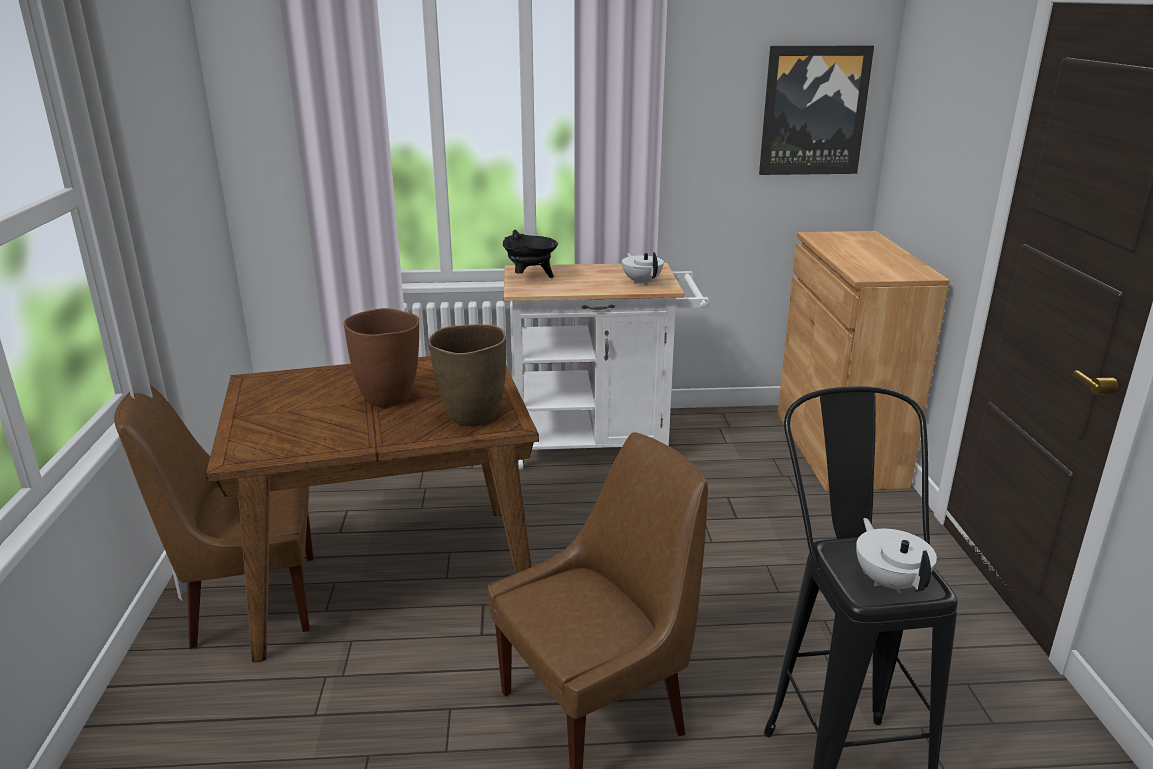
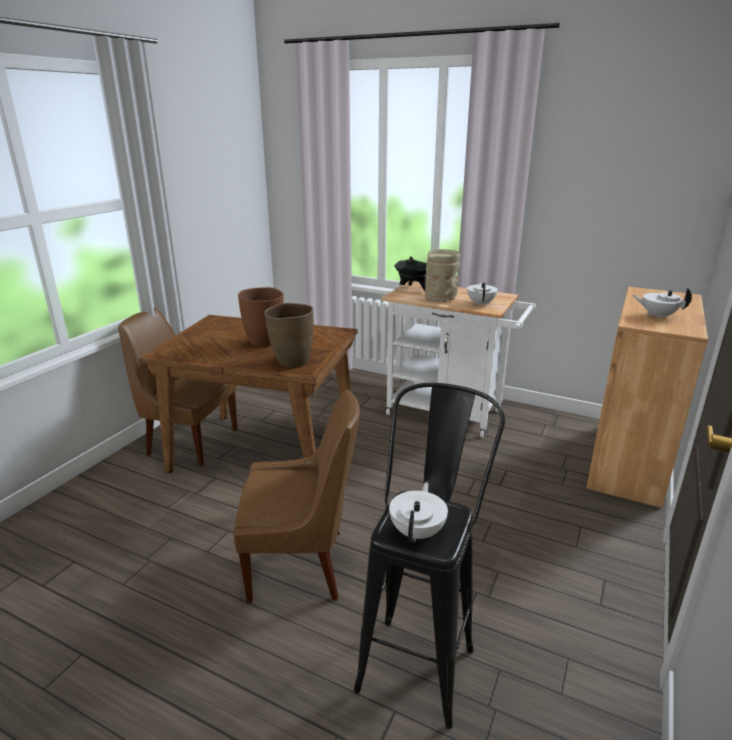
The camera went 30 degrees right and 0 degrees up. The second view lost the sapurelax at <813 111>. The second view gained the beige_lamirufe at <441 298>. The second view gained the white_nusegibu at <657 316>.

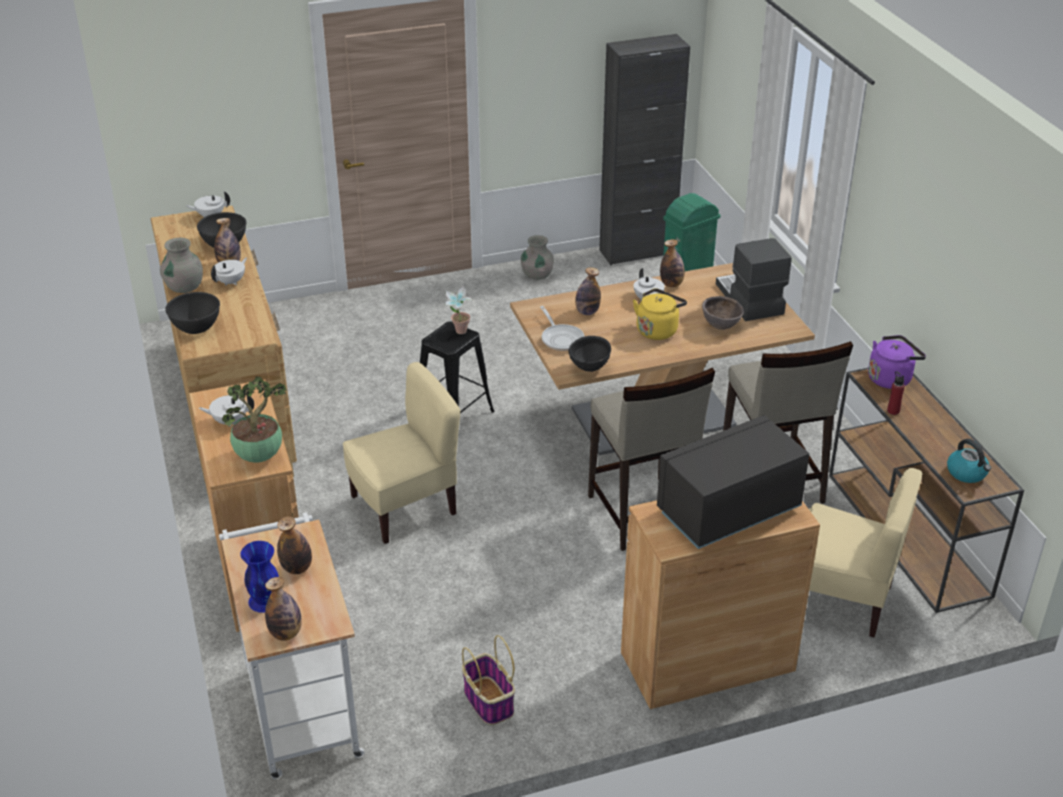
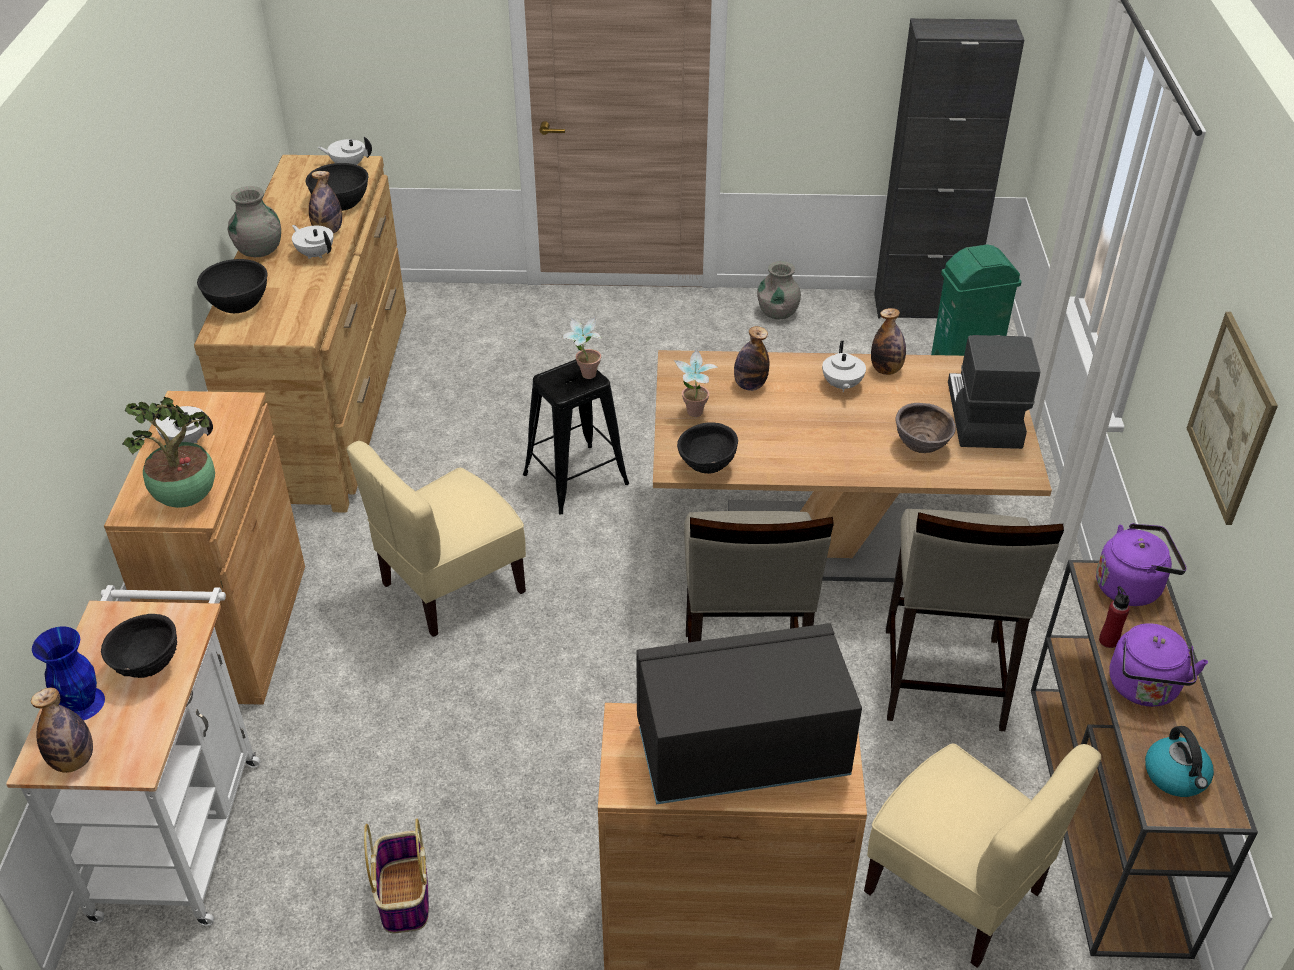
The camera went 20 degrees right and 5 degrees up. The second view lost the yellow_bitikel at <658 330>. The second view gained the purple_bitikel at <1144 689>. The second view gained the sapurelax at <1231 417>. Where the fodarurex stood at <297 568>, the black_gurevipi came to stand at <148 667>. Where the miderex stood at <561 339>, the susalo came to stand at <694 416>. The white_nusegibu at <231 282> ended up facing another way, 105 degrees counterclockwise from before. The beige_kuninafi at <404 507> ended up facing another way, 150 degrees clockwise from before.

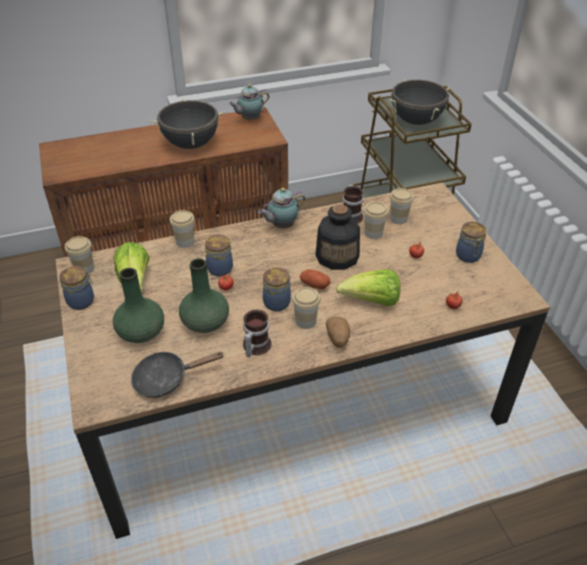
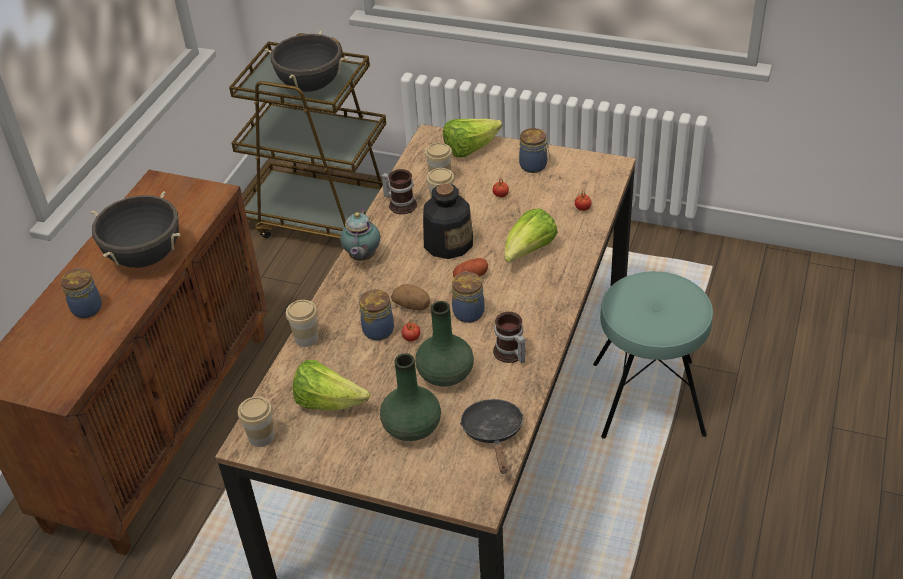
The camera went 50 degrees left and 0 degrees up. The second view lost the nusegibu at <249 119>. The second view lost the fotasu at <305 321>. The second view gained the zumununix at <470 149>. The second view gained the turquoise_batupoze at <647 399>. The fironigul ended up elsewhere, having gone from <82 300> to <87 307>. The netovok ended up elsewhere, having gone from <338 339> to <412 305>. The black_miderex at <166 379> ended up facing another way, 150 degrees clockwise from before.

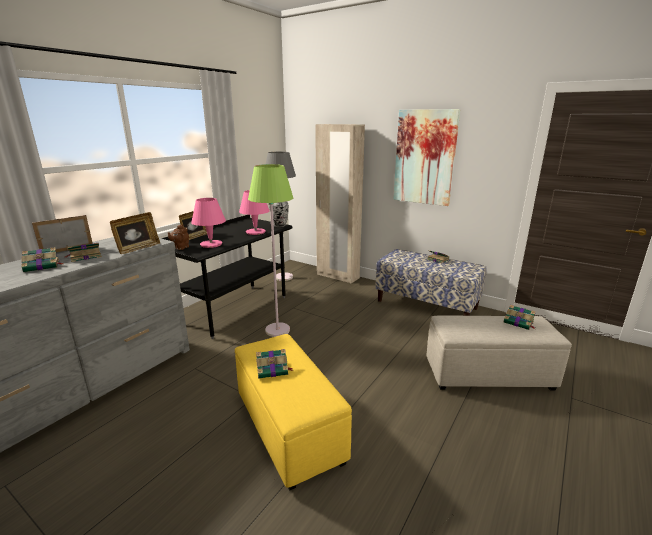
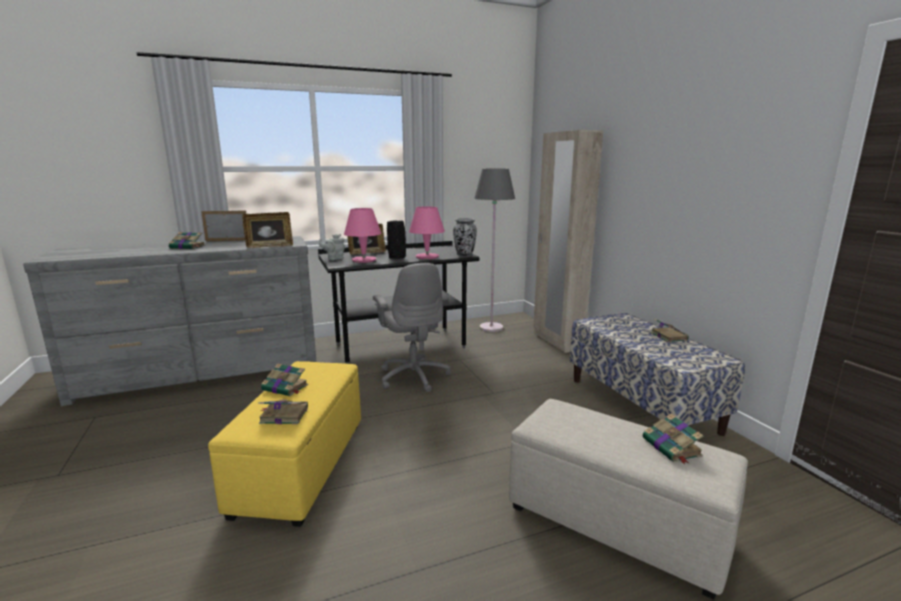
The camera went 35 degrees right and 5 degrees down. The second view lost the sapurelax at <424 157>. The second view gained the black_lamirufe at <397 257>. The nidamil ended up elsewhere, having gone from <85 256> to <283 415>. Where the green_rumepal stood at <277 330>, the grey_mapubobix came to stand at <413 376>. What was the brown_nusegibu at <180 248> turned into the grey_nusegibu at <334 258>.

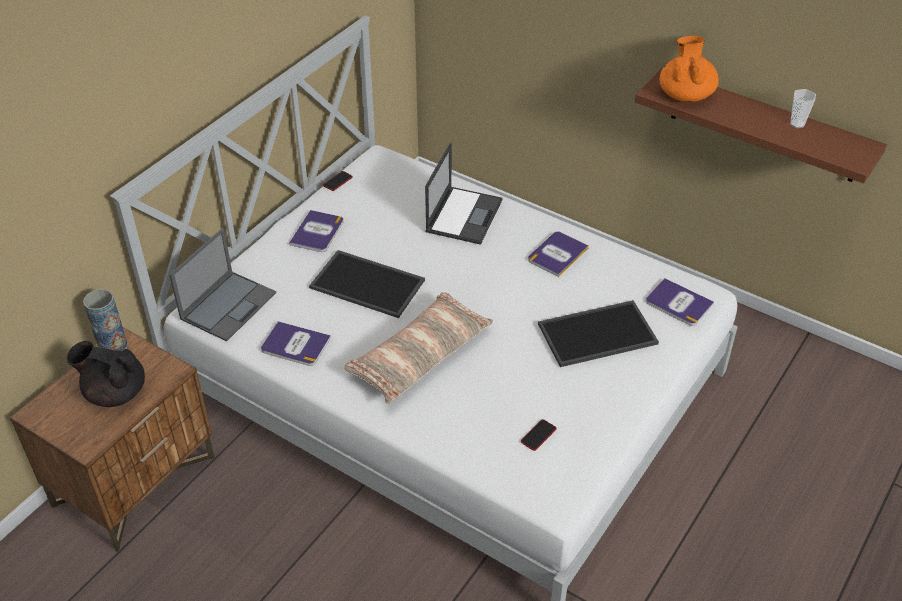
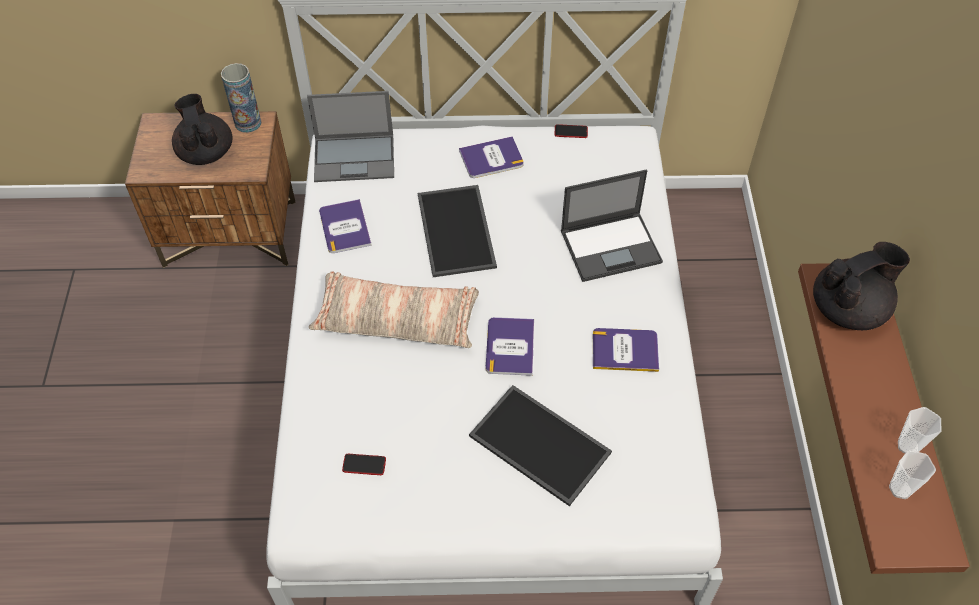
The camera went 55 degrees right and 10 degrees up. The second view gained the fotasu at <900 489>. The nidamil ended up elsewhere, having gone from <678 303> to <510 347>. What was the orange_nusegibu at <685 95> turned into the black_nusegibu at <848 309>.

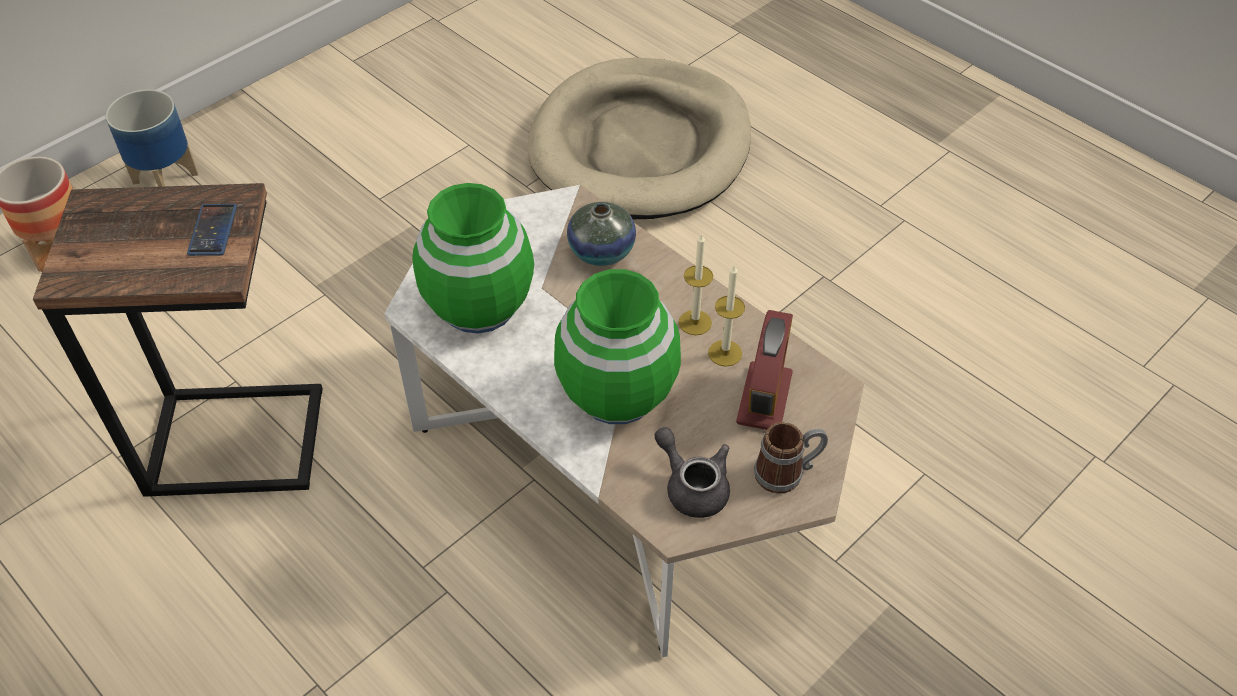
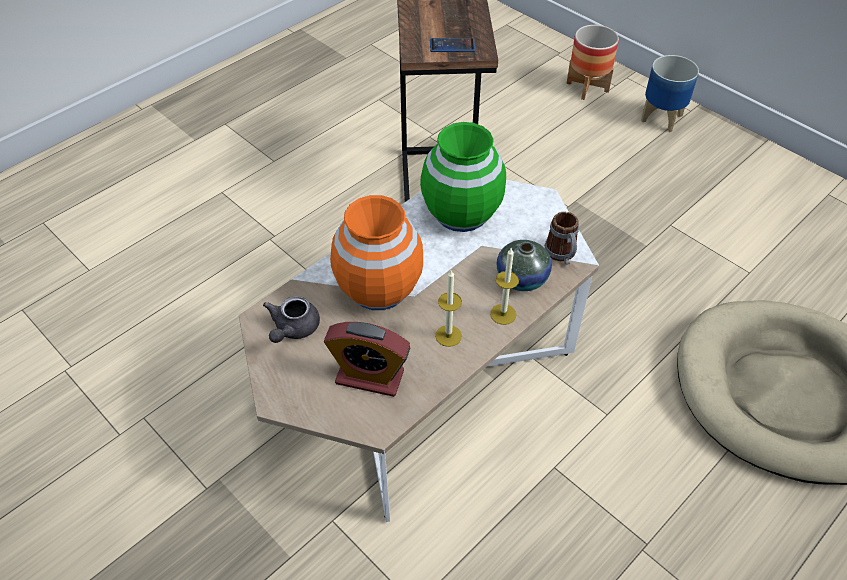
The camera went 90 degrees right and 0 degrees up. The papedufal ended up elsewhere, having gone from <725 353> to <503 314>. The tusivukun ended up elsewhere, having gone from <787 473> to <562 255>. What was the green_lamirufe at <617 392> turned into the orange_lamirufe at <379 288>. The grey_nusegibu at <692 486> ended up facing another way, 150 degrees clockwise from before.

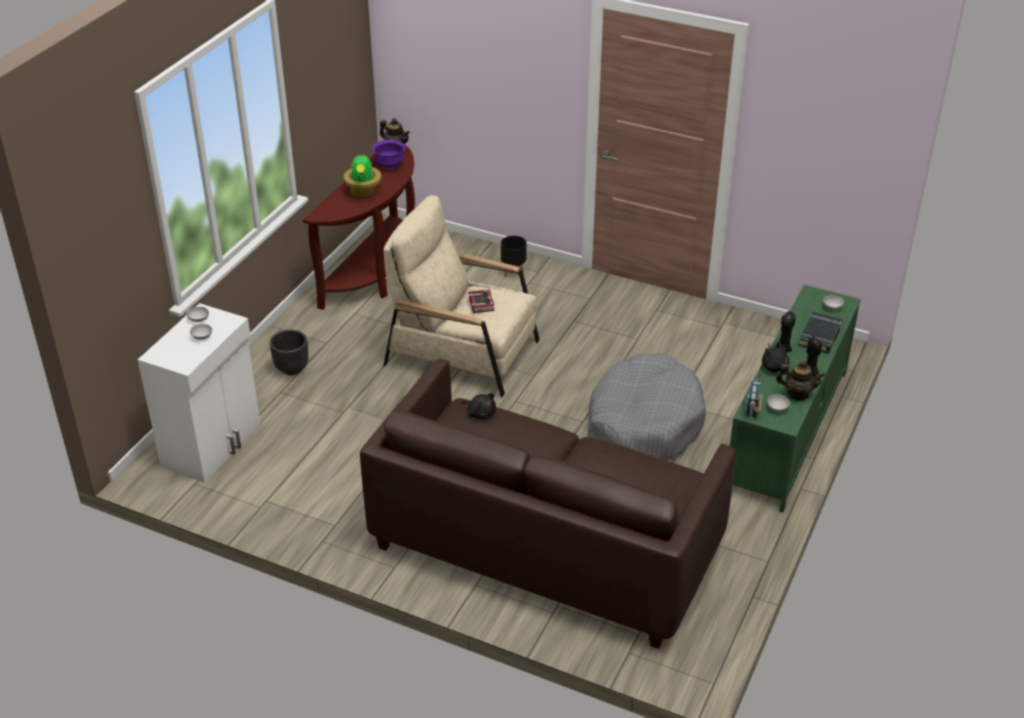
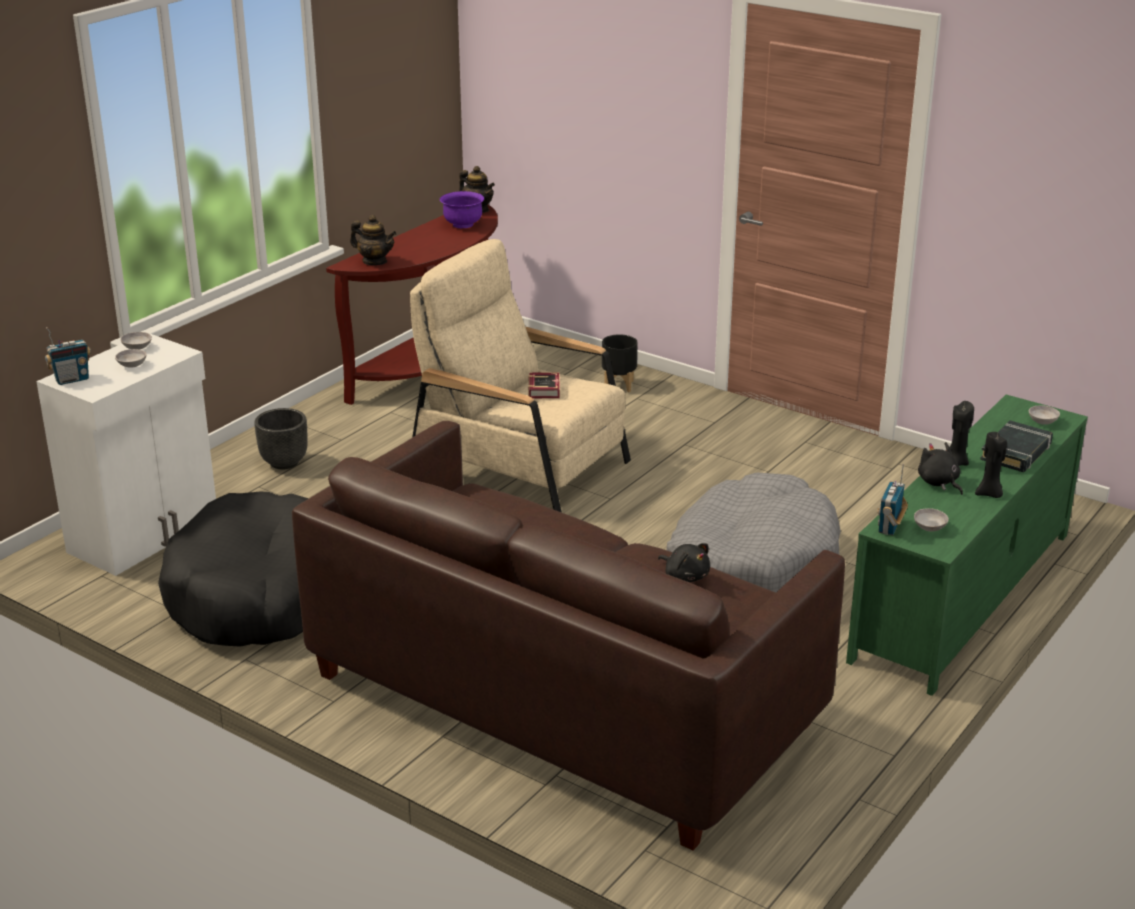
The camera went 10 degrees right and 10 degrees down. The second view lost the susalo at <363 192>. The second view gained the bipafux at <72 379>. The second view gained the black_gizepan at <256 594>. The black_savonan ended up elsewhere, having gone from <480 413> to <685 576>. The nusegibu ended up elsewhere, having gone from <797 394> to <374 261>.

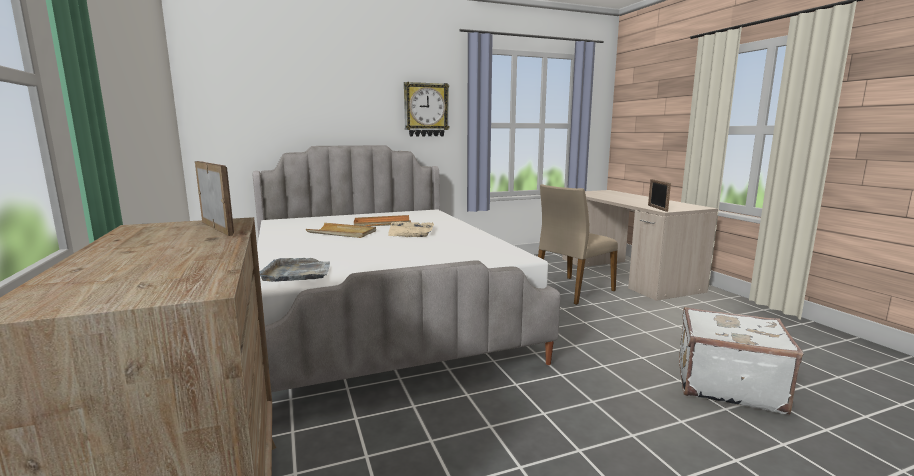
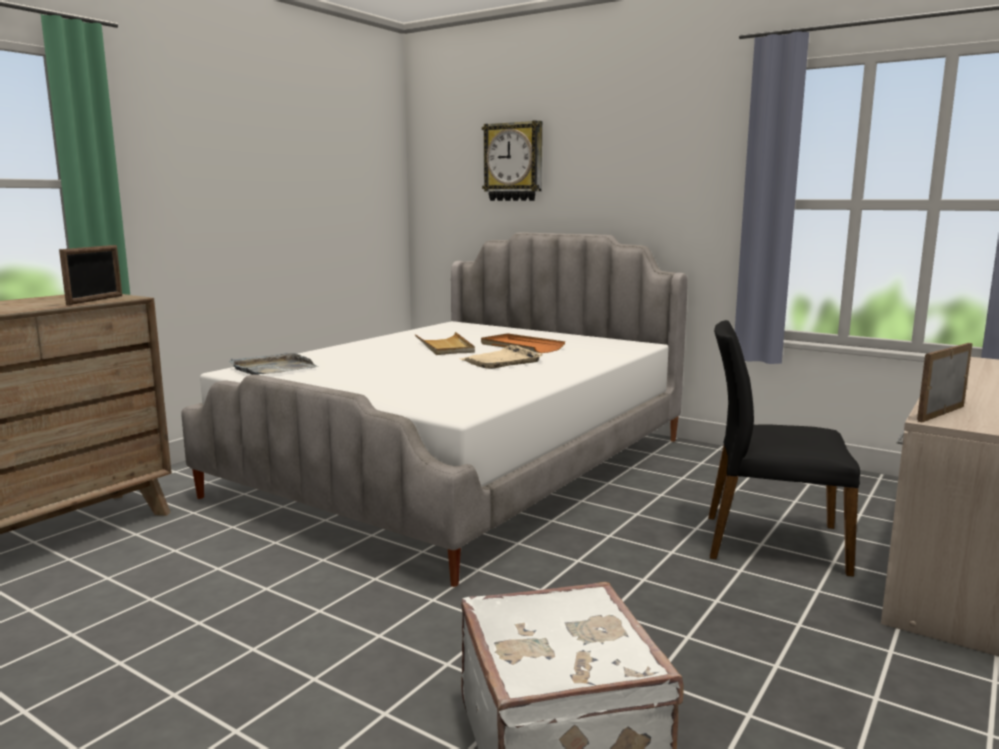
The camera went 55 degrees right and 0 degrees up. The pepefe ended up elsewhere, having gone from <426 110> to <514 162>. What was the beige_kuninafi at <572 290> turned into the black_kuninafi at <772 542>.

